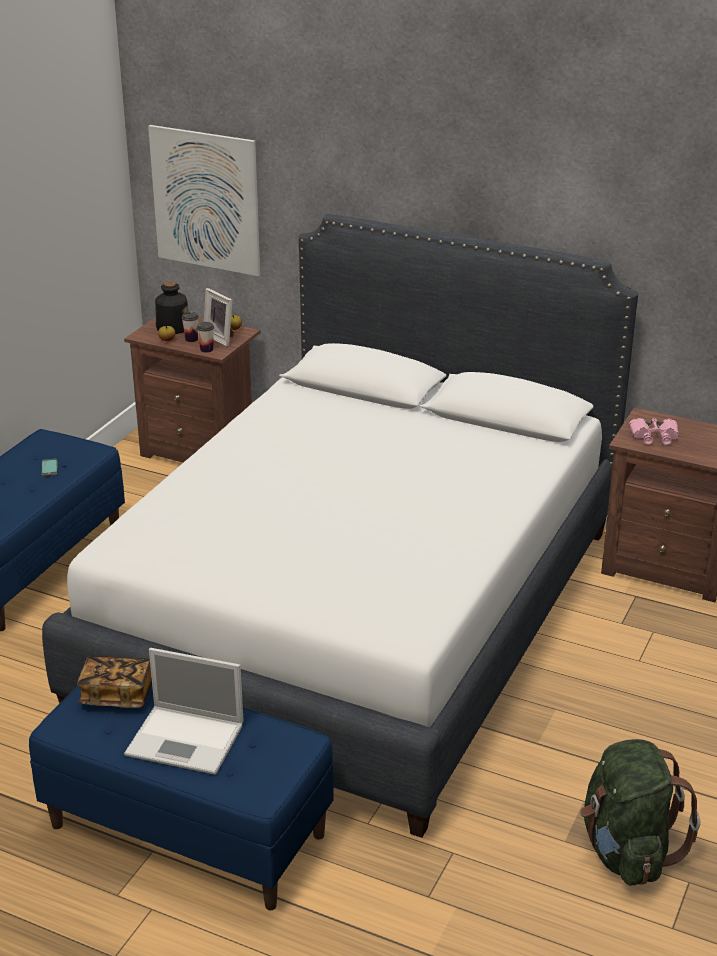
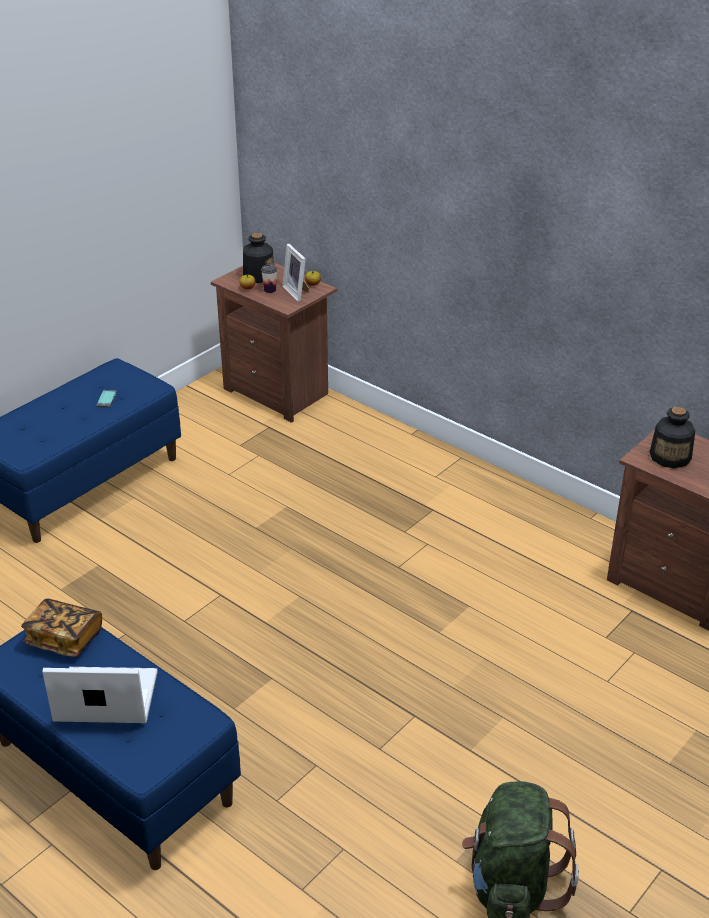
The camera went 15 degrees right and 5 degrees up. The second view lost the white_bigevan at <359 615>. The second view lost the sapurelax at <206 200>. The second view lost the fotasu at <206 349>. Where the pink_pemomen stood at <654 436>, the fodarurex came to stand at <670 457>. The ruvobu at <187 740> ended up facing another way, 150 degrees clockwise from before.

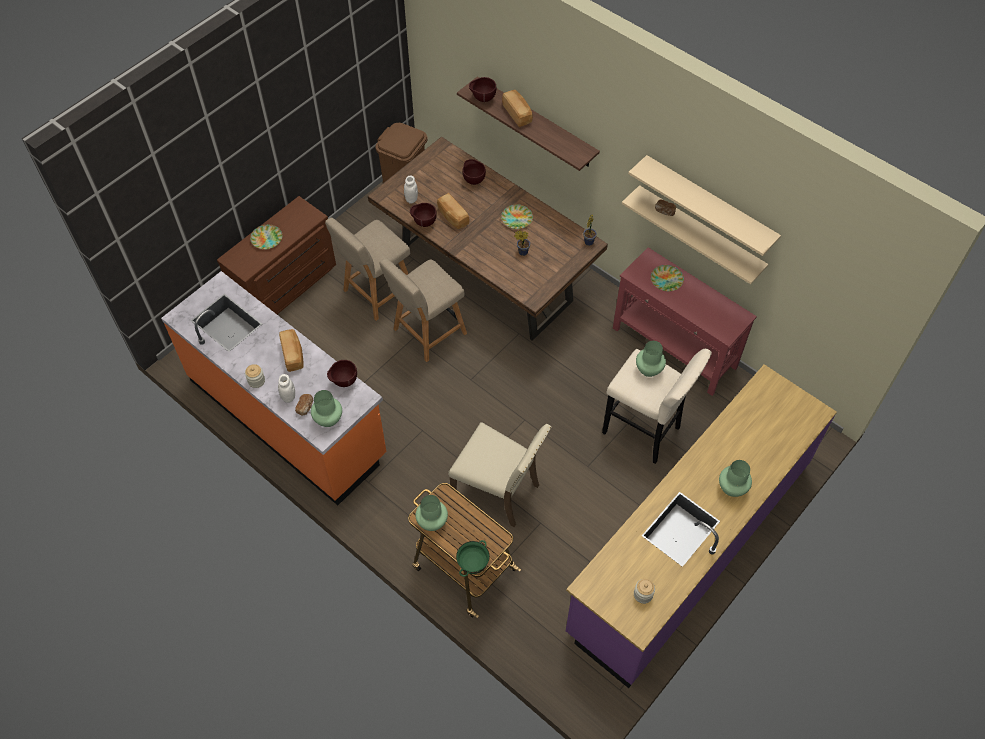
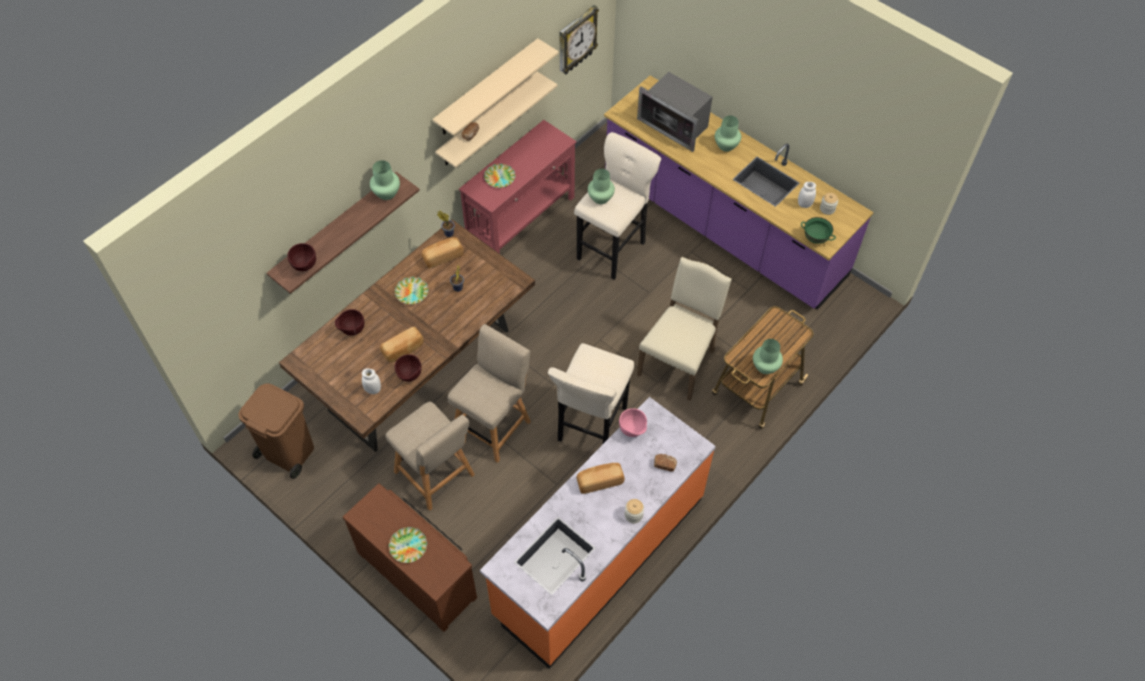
The camera went 90 degrees left and 0 degrees up. The second view gained the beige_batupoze at <590 427>. The second view gained the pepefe at <576 40>. The second view gained the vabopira at <675 125>. The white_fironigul ended up elsewhere, having gone from <288 397> to <804 204>. The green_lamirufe ended up elsewhere, having gone from <329 419> to <386 193>. The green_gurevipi ended up elsewhere, having gone from <473 564> to <815 239>. The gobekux ended up elsewhere, having gone from <517 114> to <443 257>. What was the brown_gurevipi at <344 382> turned into the pink_gurevipi at <633 431>. The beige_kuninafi at <427 333> ended up facing another way, 105 degrees counterclockwise from before.

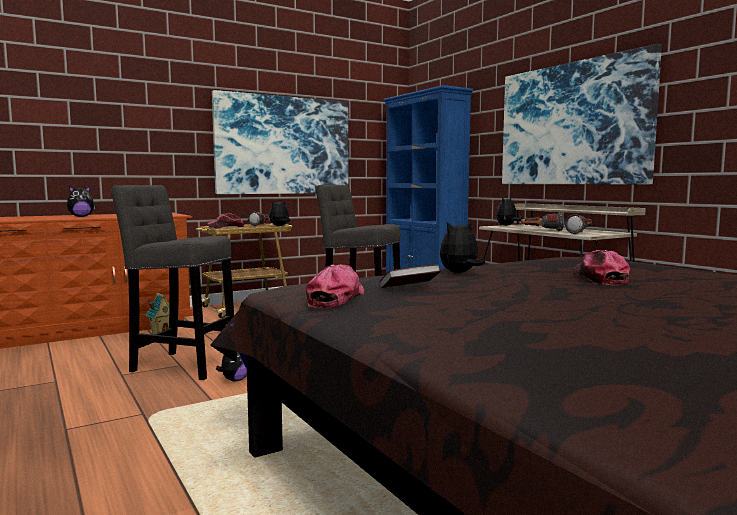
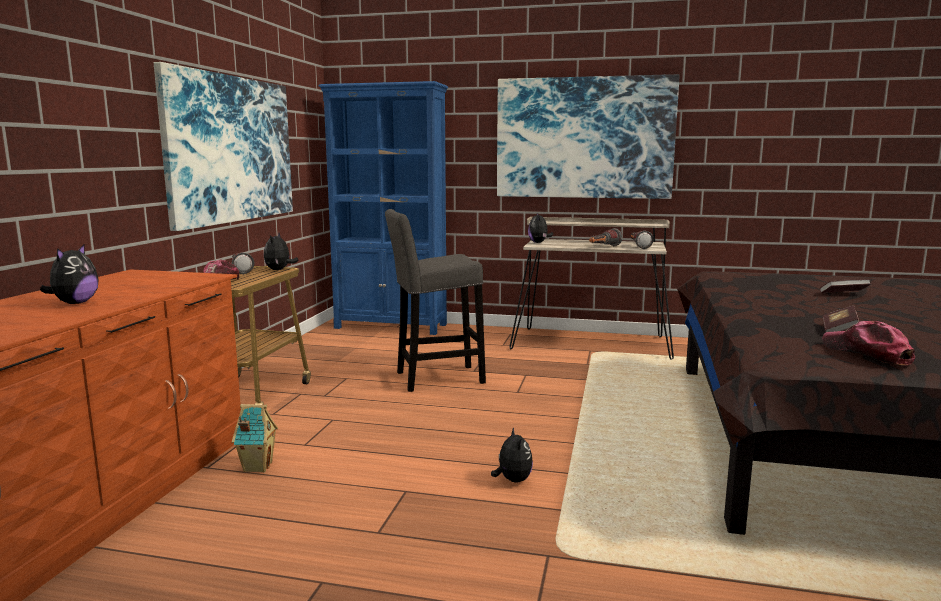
The camera went 45 degrees left and 5 degrees up. The second view lost the grey_batupoze at <180 365>. The second view lost the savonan at <460 273>. Where the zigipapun stood at <599 278>, the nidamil came to stand at <843 294>.

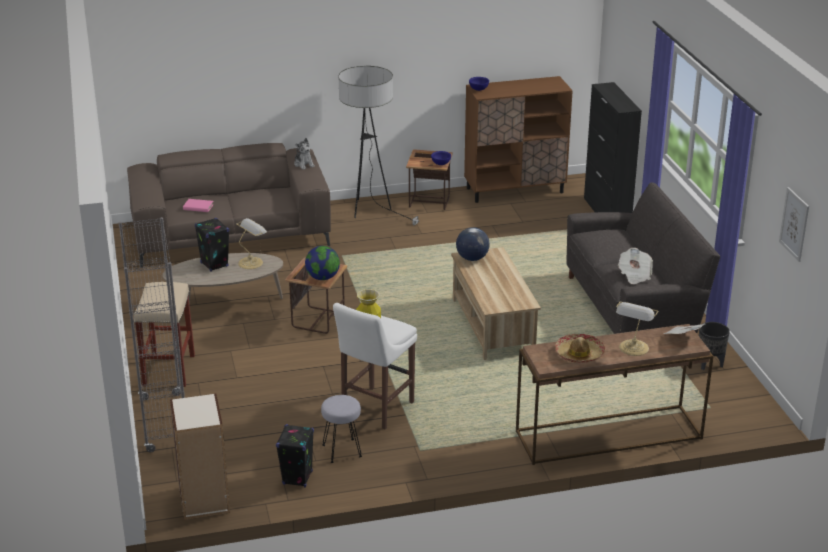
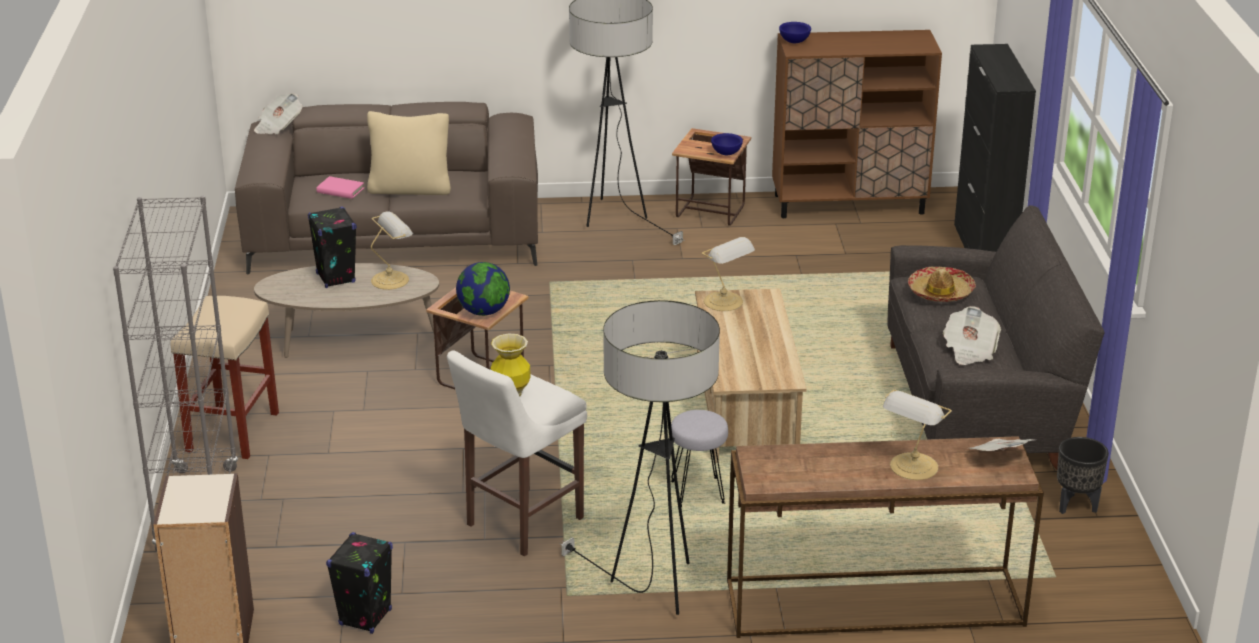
The camera went 10 degrees right and 0 degrees up. The second view lost the savonan at <304 164>. The second view lost the sapurelax at <794 224>. The second view gained the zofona at <278 127>. The second view gained the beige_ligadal at <410 189>. The second view gained the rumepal at <654 590>. The grey_batupoze ended up elsewhere, having gone from <342 450> to <698 492>. The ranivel ended up elsewhere, having gone from <579 354> to <940 292>. Where the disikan stood at <472 258>, the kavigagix came to stand at <725 302>.

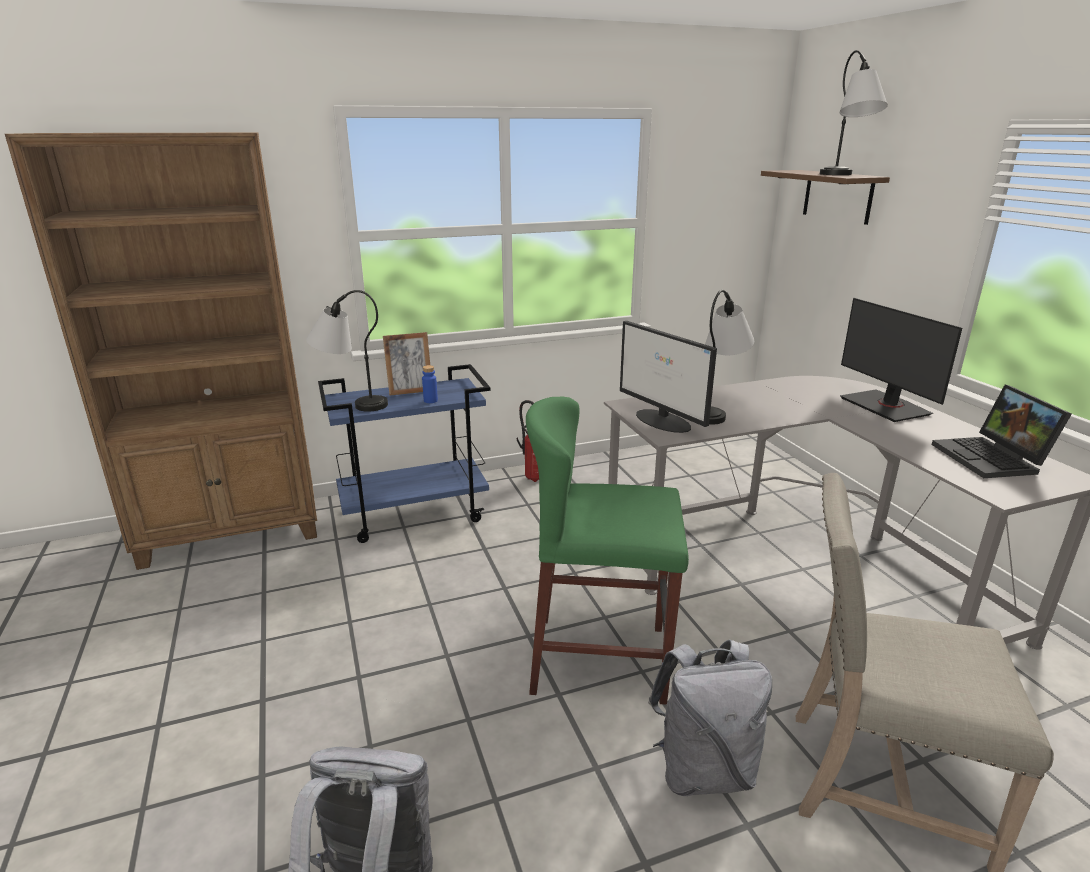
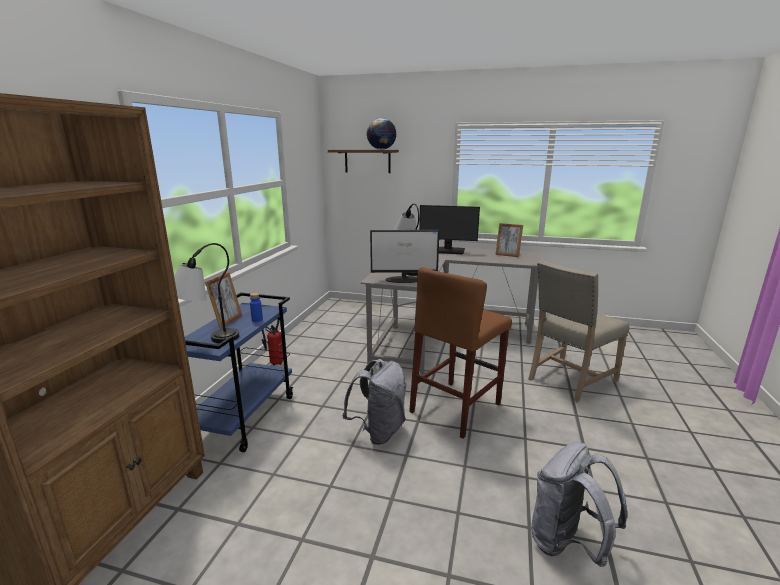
The camera went 55 degrees left and 5 degrees down. The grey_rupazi ended up elsewhere, having gone from <703 770> to <379 431>. Where the kavigagix stood at <844 175>, the disikan came to stand at <381 149>. Where the ruvobu stood at <993 459>, the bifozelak came to stand at <507 255>. What was the green_batupoze at <600 659> turned into the brown_batupoze at <456 408>.

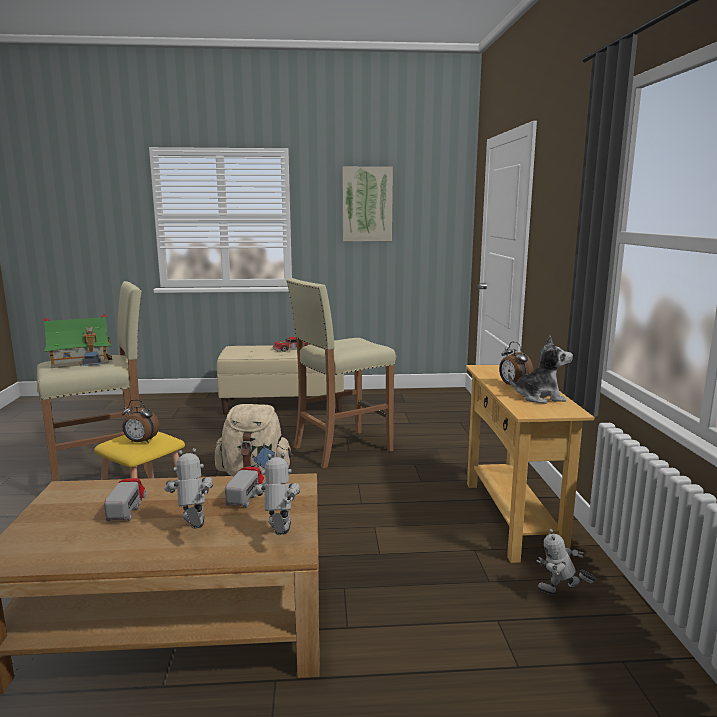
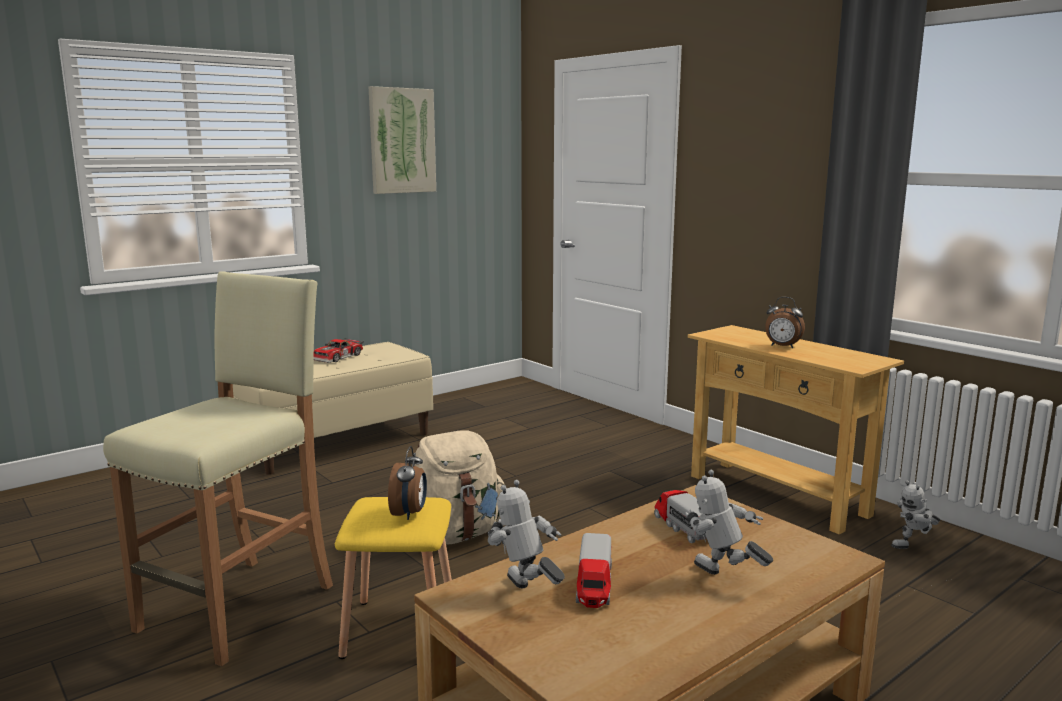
The camera went 35 degrees left and 0 degrees up. The second view lost the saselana at <80 361>. The second view lost the beige_batupoze at <341 449>. The second view lost the savonan at <539 397>. The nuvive ended up elsewhere, having gone from <279 537> to <525 593>. The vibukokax at <127 508> ended up facing another way, 135 degrees counterclockwise from before. The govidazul at <140 442> ended up facing another way, 60 degrees counterclockwise from before.

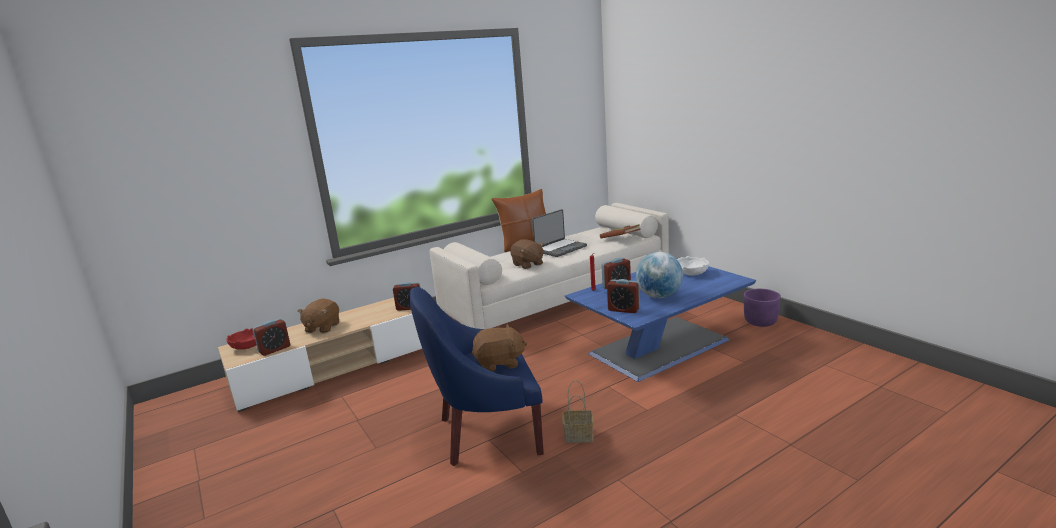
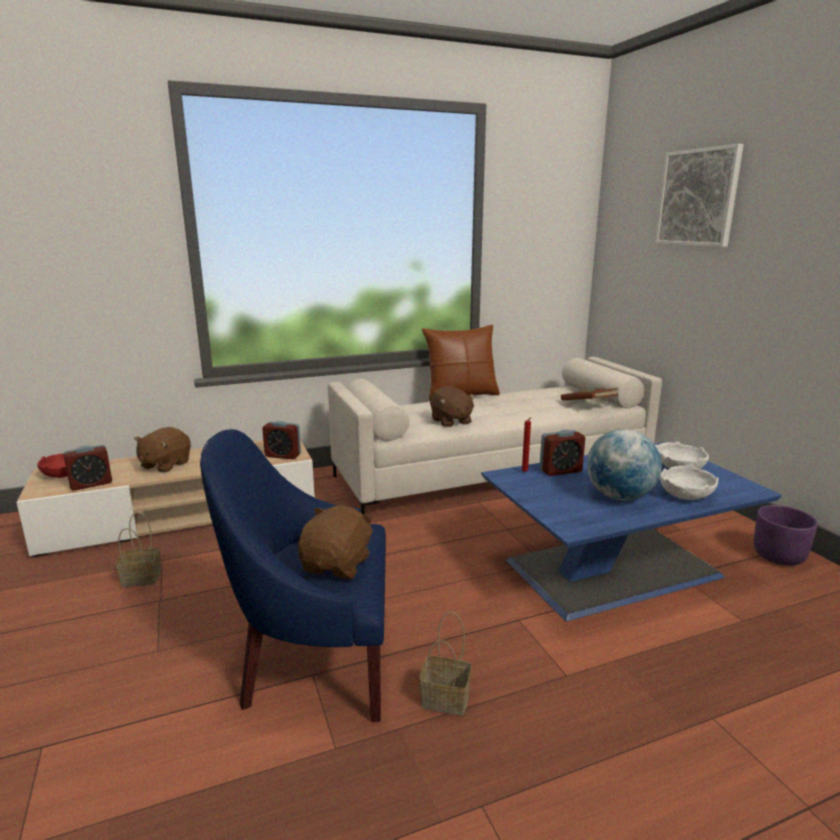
The camera went 10 degrees right and 0 degrees up. The second view lost the ruvobu at <560 248>. The second view lost the govidazul at <623 309>. The second view gained the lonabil at <143 577>. The second view gained the sapurelax at <698 198>. The second view gained the white_gurevipi at <685 495>. The brown_savonan at <499 363> ended up facing another way, 75 degrees counterclockwise from before.

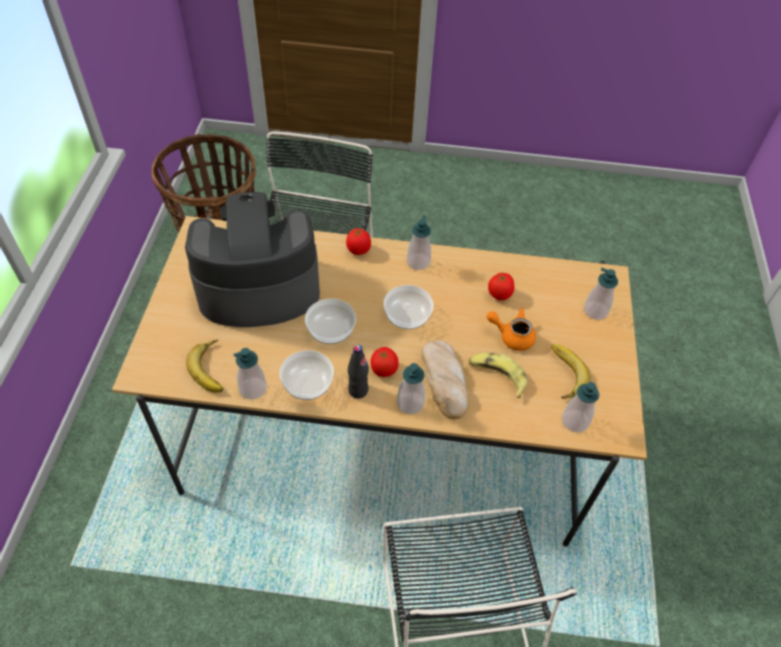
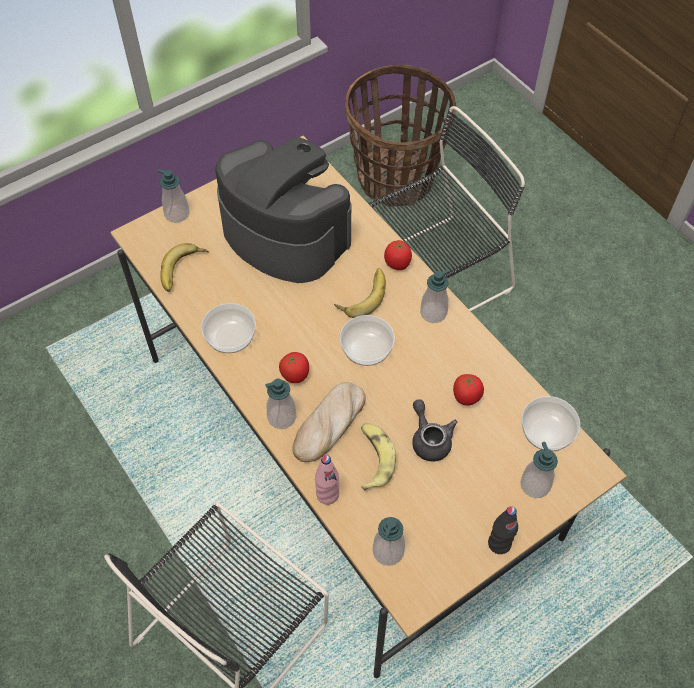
The camera went 50 degrees right and 5 degrees up. The second view gained the pink_fodarurex at <327 495>. The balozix ended up elsewhere, having gone from <253 388> to <177 214>. The gurevipi ended up elsewhere, having gone from <330 329> to <547 431>. The black_fodarurex ended up elsewhere, having gone from <358 390> to <499 543>. The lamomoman ended up elsewhere, having gone from <563 374> to <362 295>. What was the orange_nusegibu at <512 336> turned into the grey_nusegibu at <429 439>.

